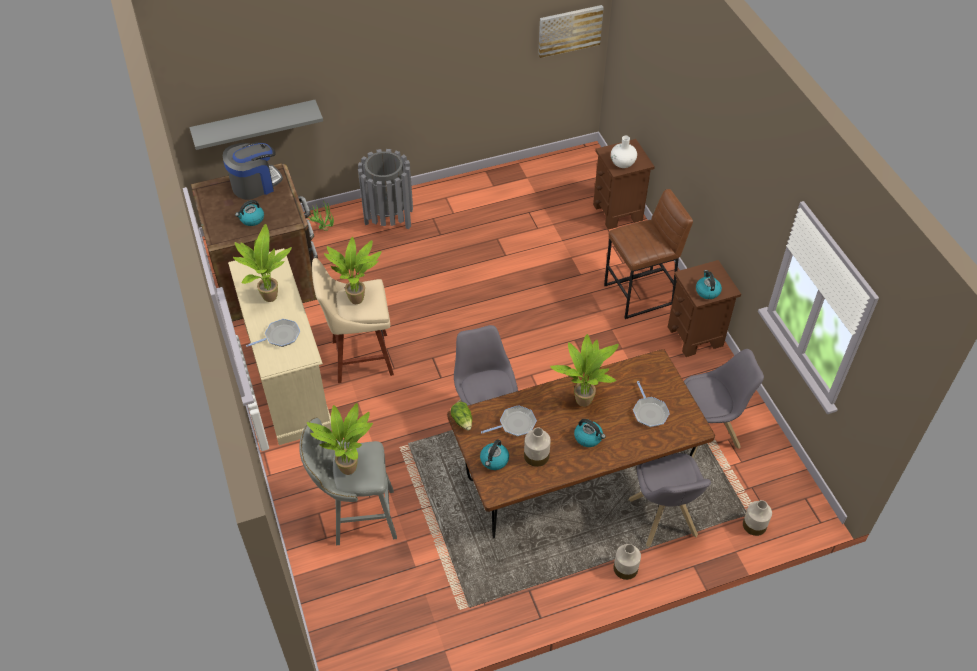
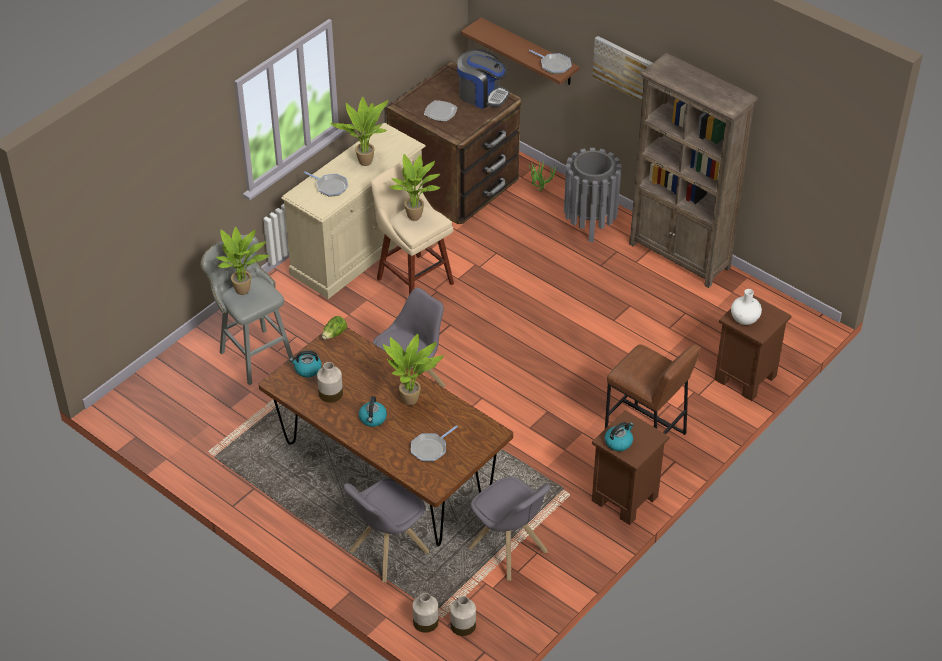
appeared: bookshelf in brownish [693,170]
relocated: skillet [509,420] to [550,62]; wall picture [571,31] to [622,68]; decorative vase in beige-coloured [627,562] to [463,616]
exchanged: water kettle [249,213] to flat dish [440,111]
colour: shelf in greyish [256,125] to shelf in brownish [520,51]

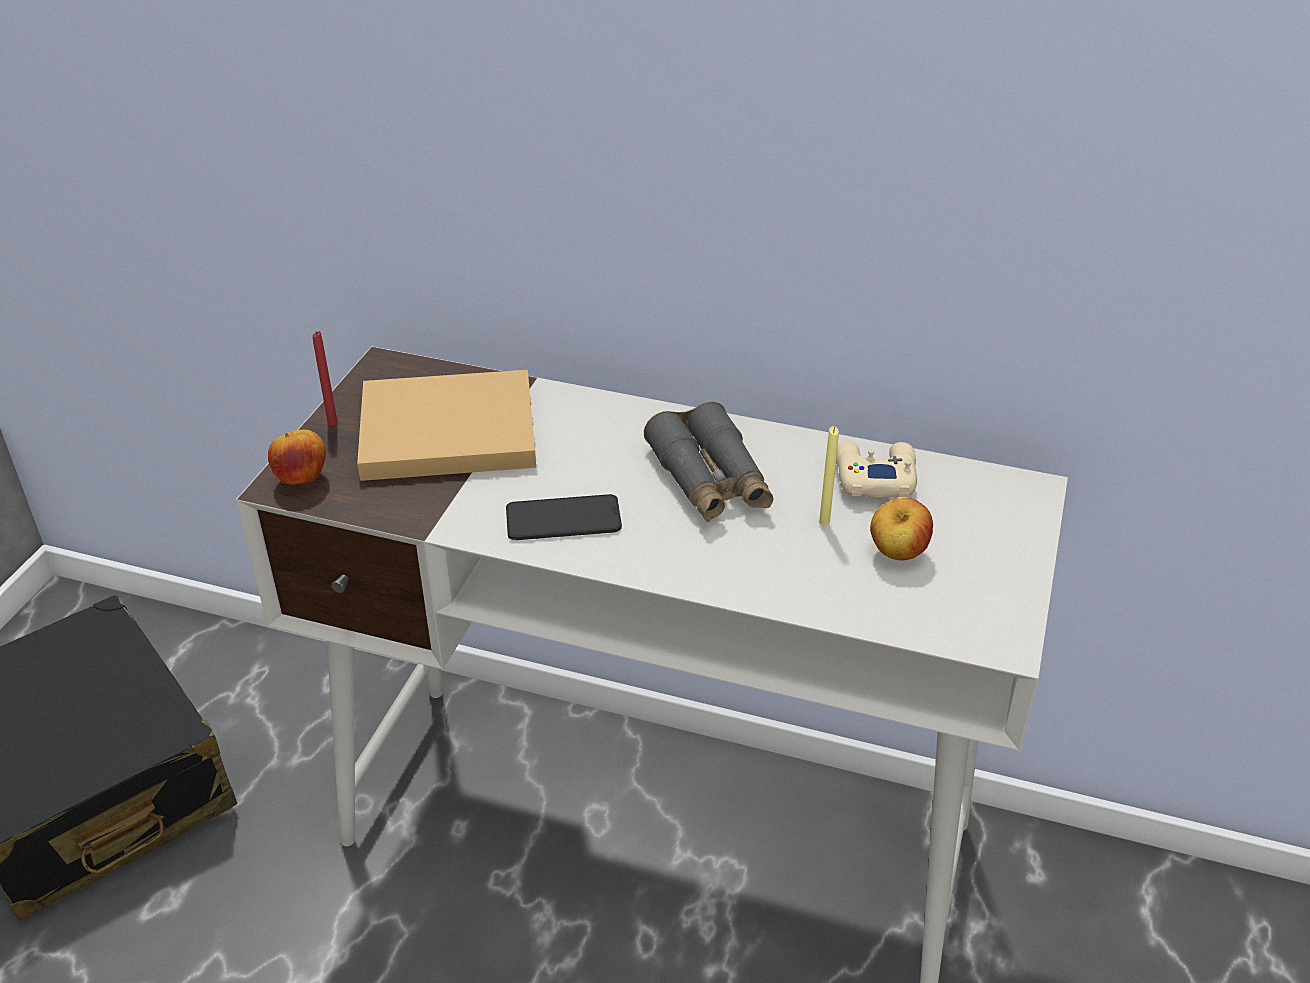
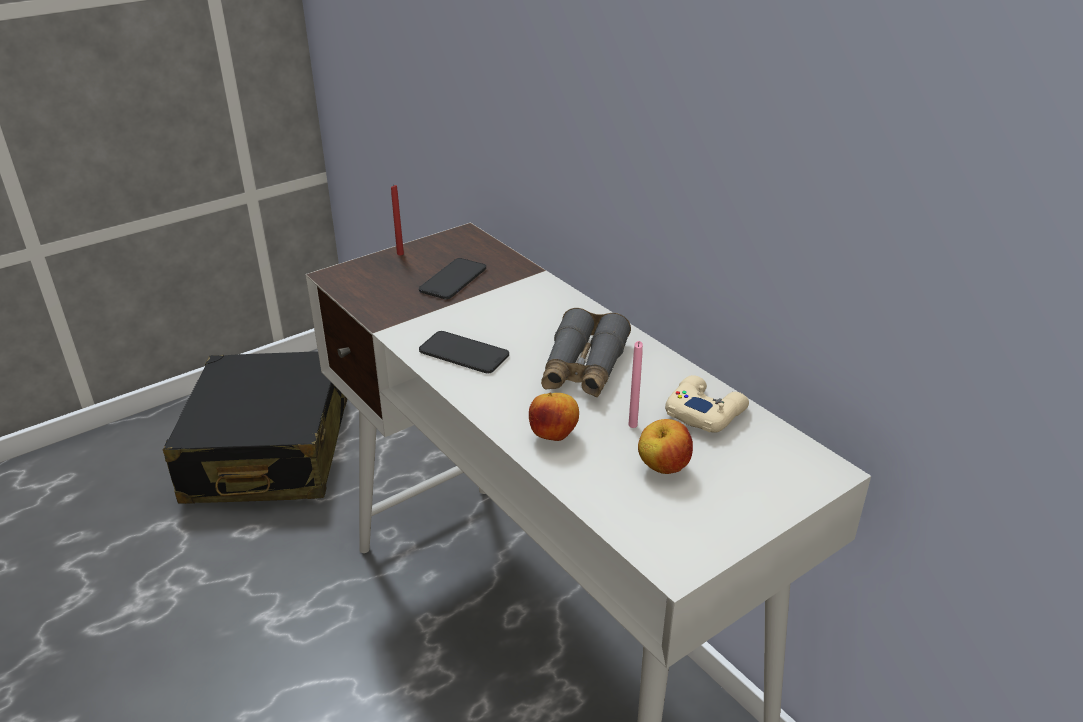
relocated: apple fruit [297,457] to [554,416]
exchanged: volume in beige-coloured [446,425] to handset [452,278]
colour: wax light in yellowish [829,476] to wax light in pinkish [636,384]

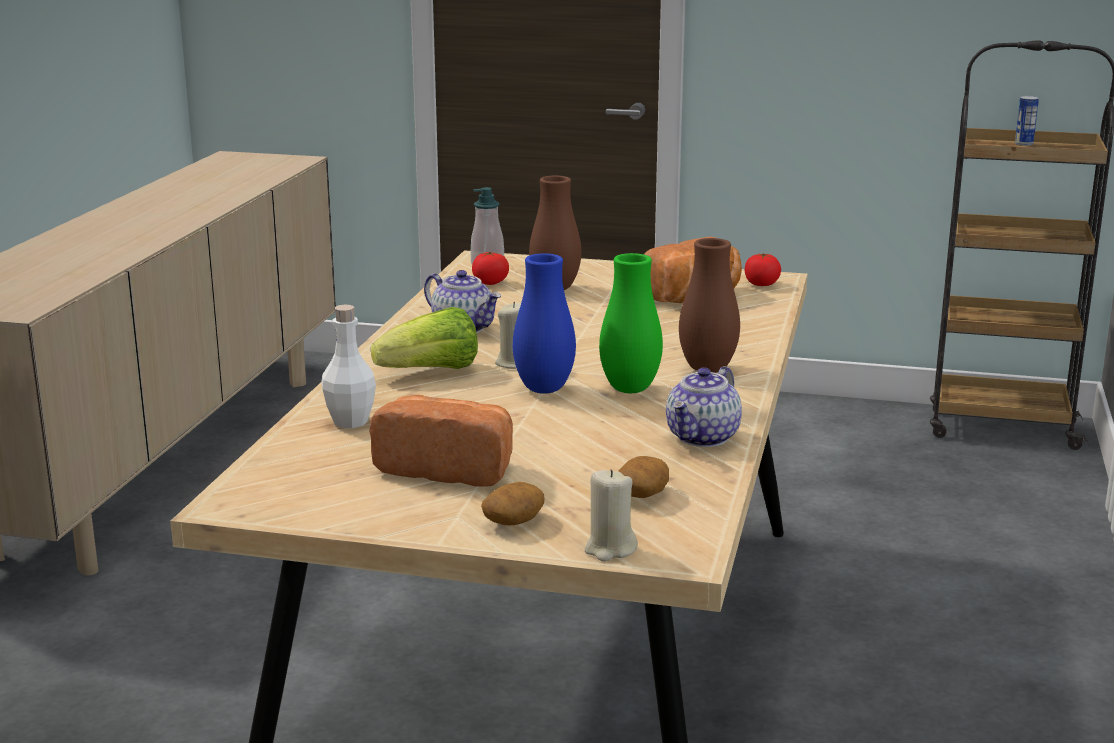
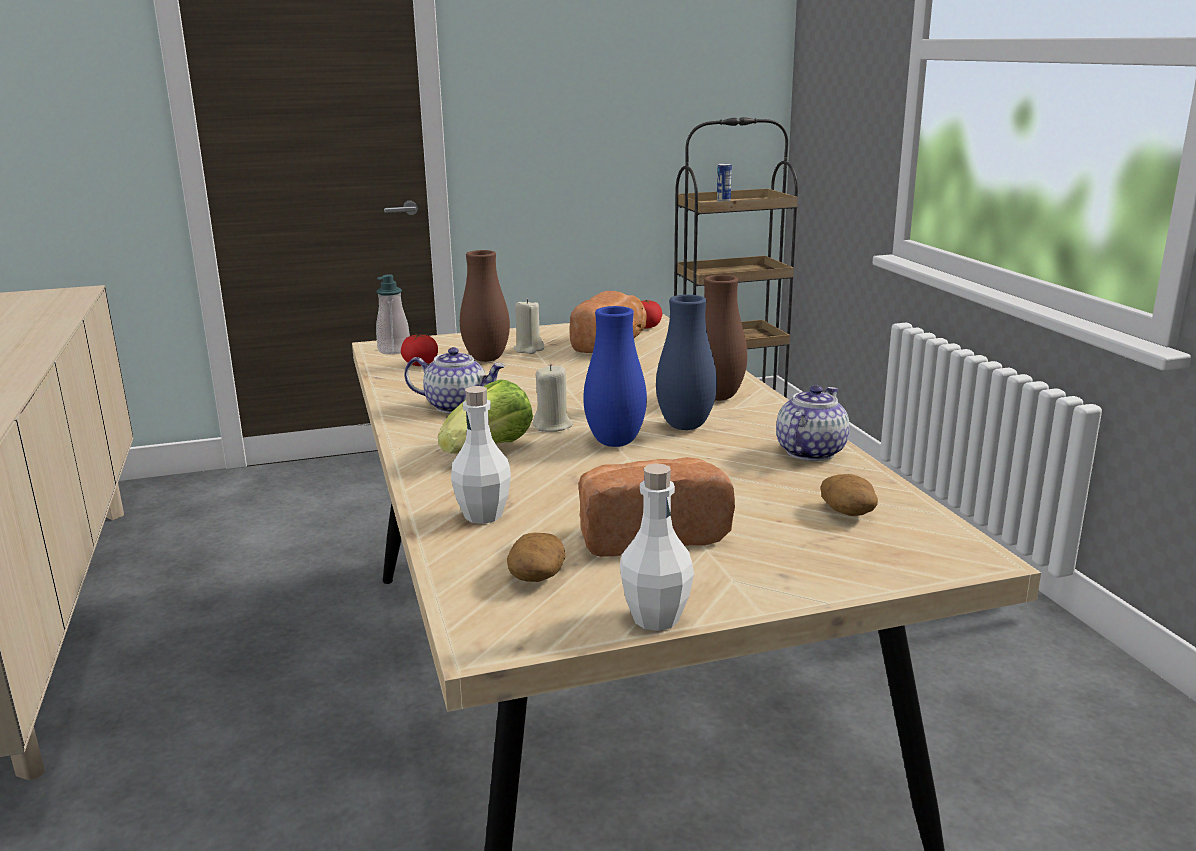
appeared: beverage bottle in white [657,547]
relocated: whole potato [512,504] to [536,557]; wax light in beige-coloured [611,515] to [529,326]
colour: decorative vase in green-coloured [631,323] to decorative vase in blue-coloured [686,362]
spun: pot for tea [704,406] = [813,423] 150 degrees counterclockwise

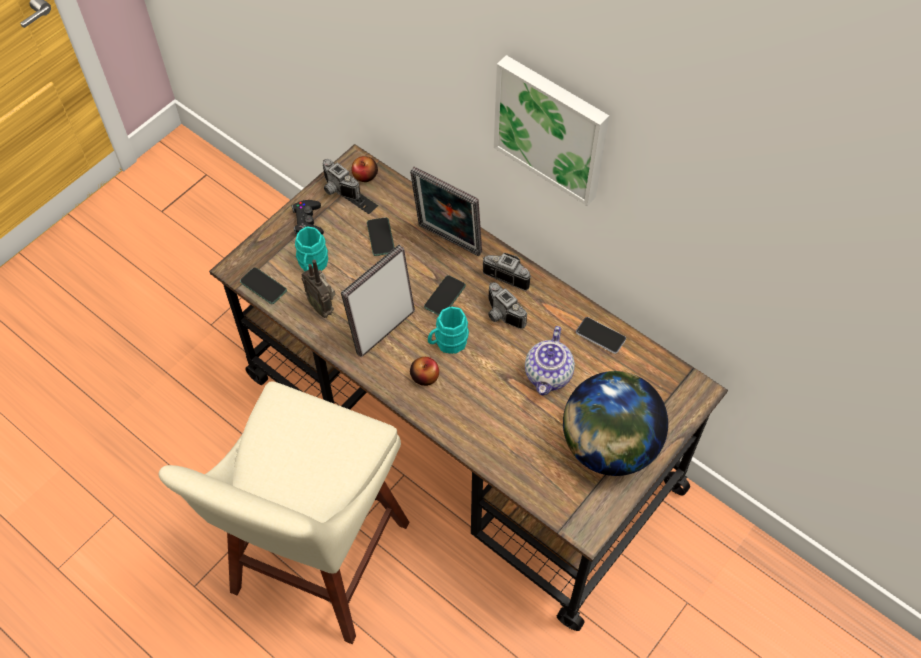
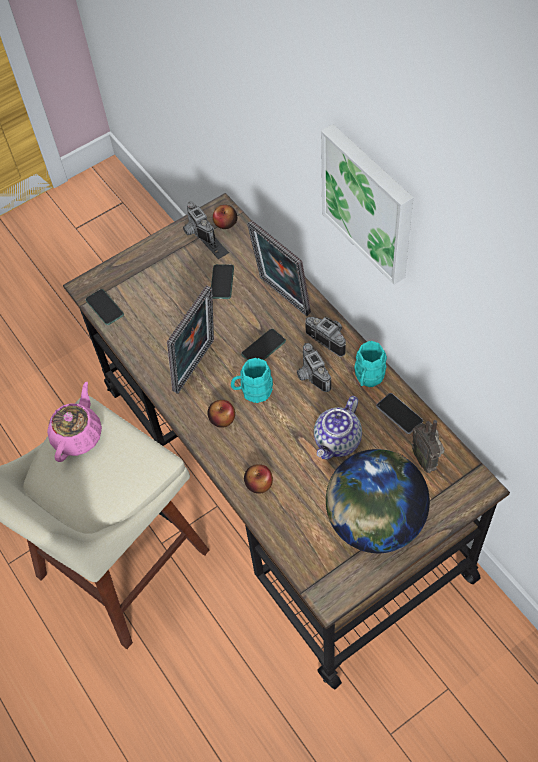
missing: joypad in blackish [308,217]
appeared: pot for tea in pinkish [74,422]; apple fruit [258,479]
relocated: tea mug in blue-green [311,249] to [370,364]; radio set [319,289] to [428,446]
spun: photo frame [378,301] = [190,339] 150 degrees clockwise

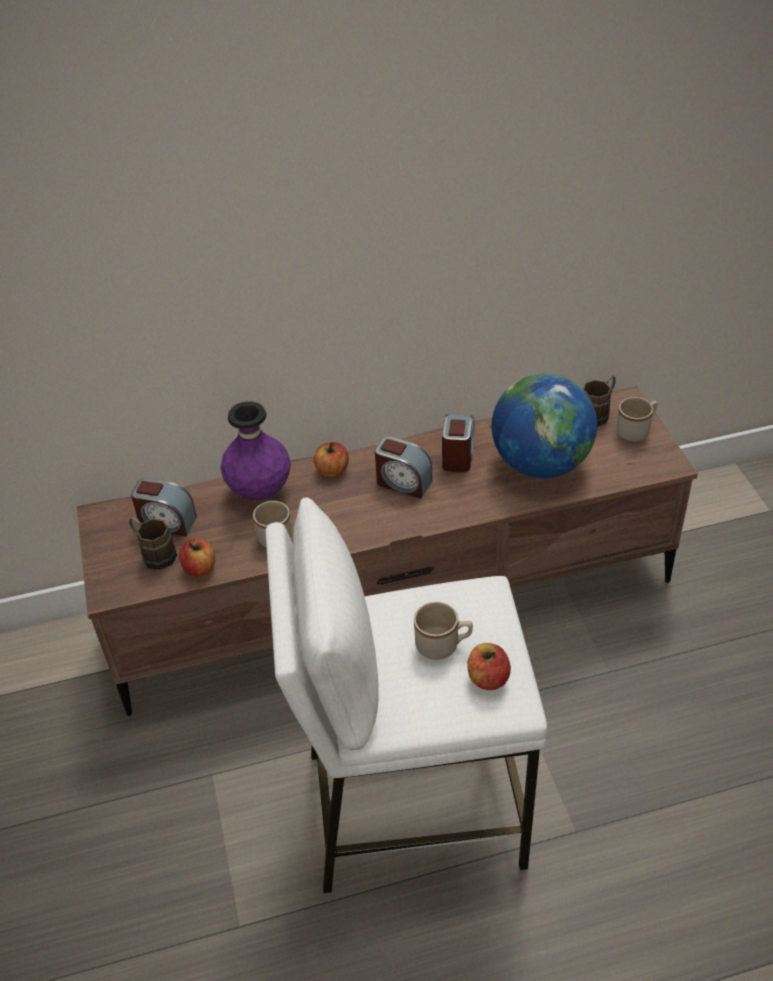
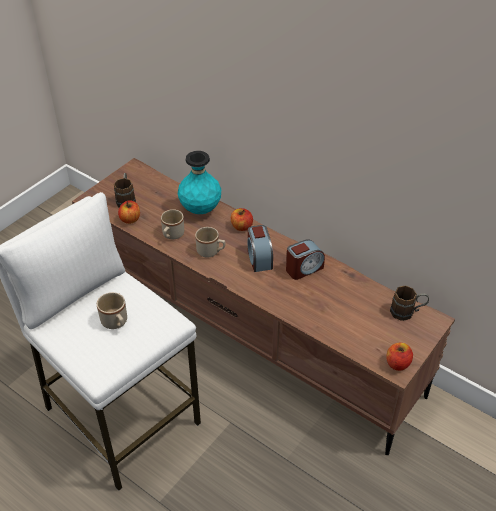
missing: alarm clock [164,507]; globe [544,425]
relocated: apple fruit [489,666] to [399,357]; tea mug in beige-coloured [637,419] to [210,242]
colour: decorative vase in purple [255,450] to decorative vase in blue-green [199,182]

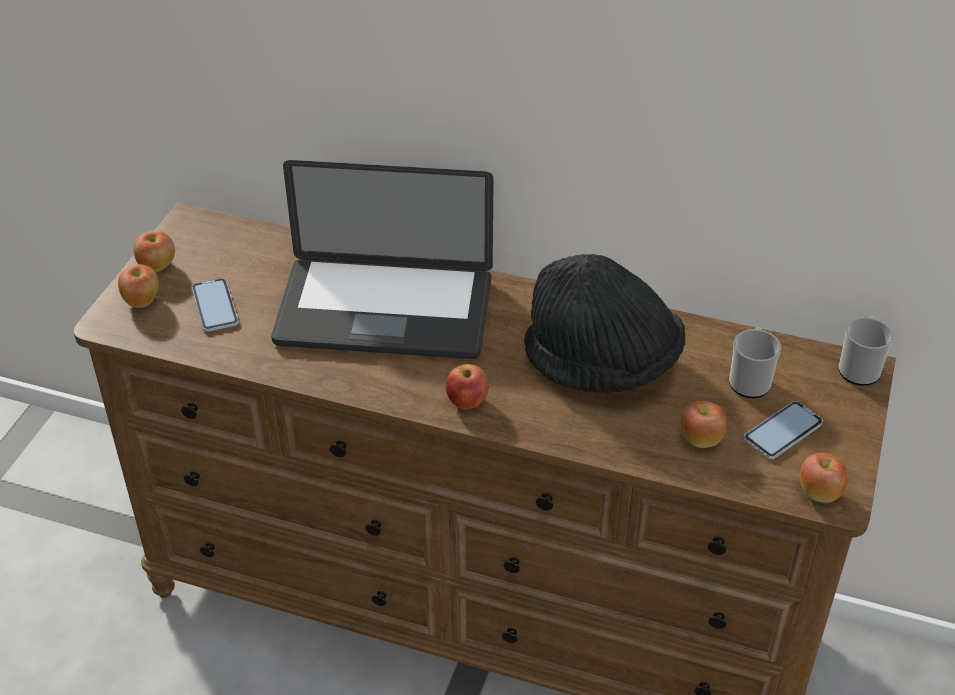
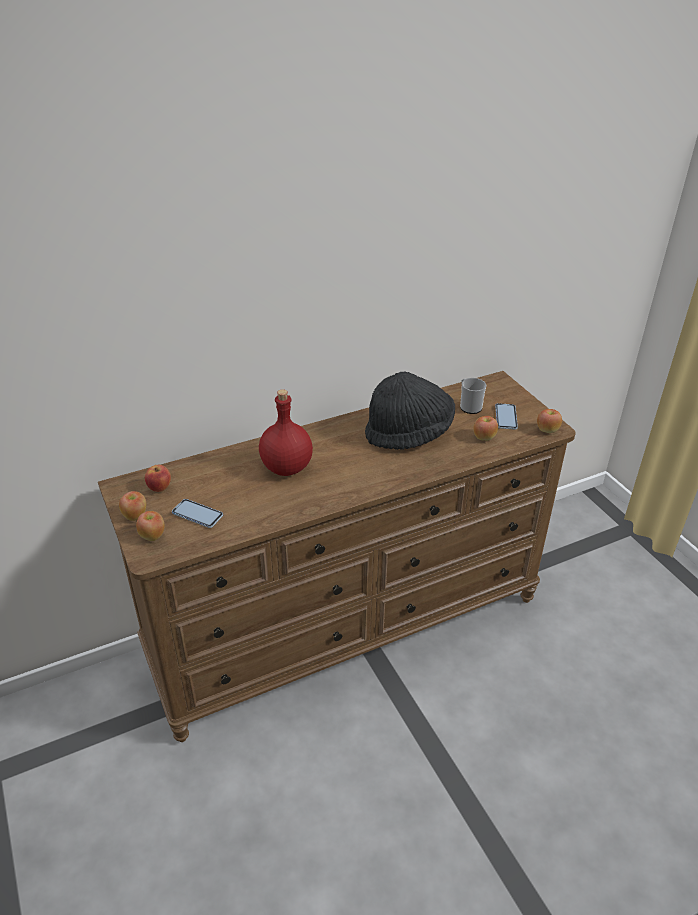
missing: tea mug [866,351]
relocated: apple fruit [467,386] to [158,478]
exchanged: laptop [382,259] to beverage bottle in red-coloured [286,432]

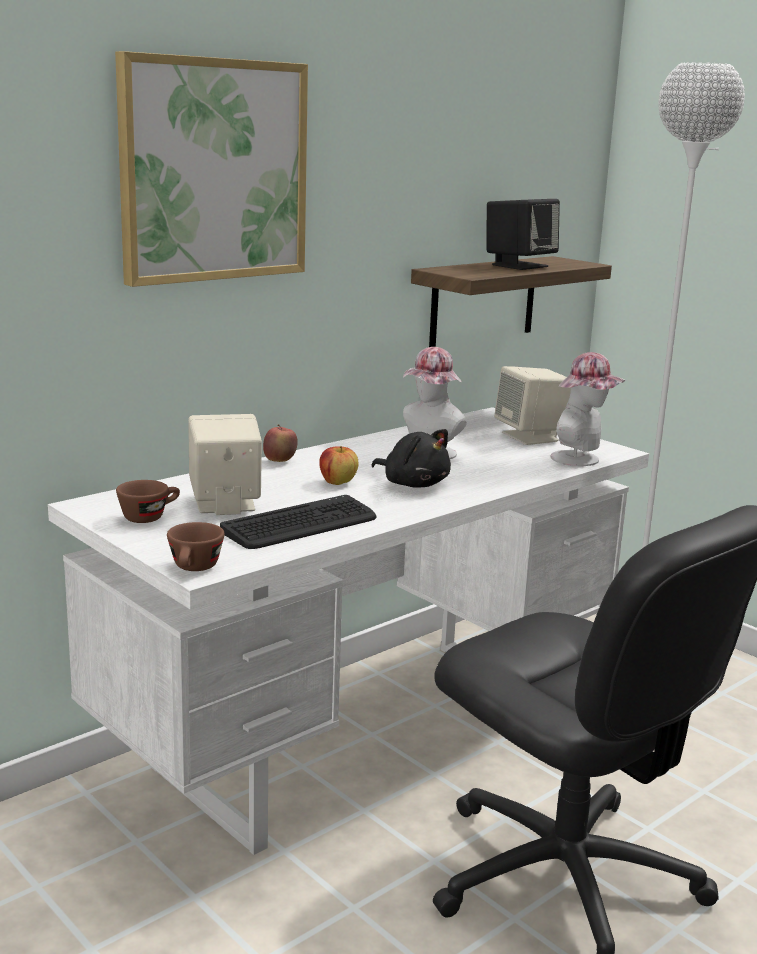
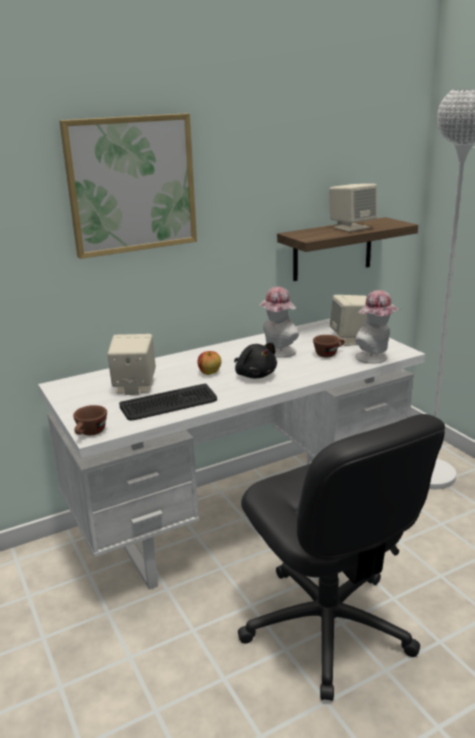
missing: apple fruit [280,443]
relocated: drinking cup in brownish [148,501] to [329,346]
colour: speaker in blackish [523,234] to speaker in beige-coloured [353,208]

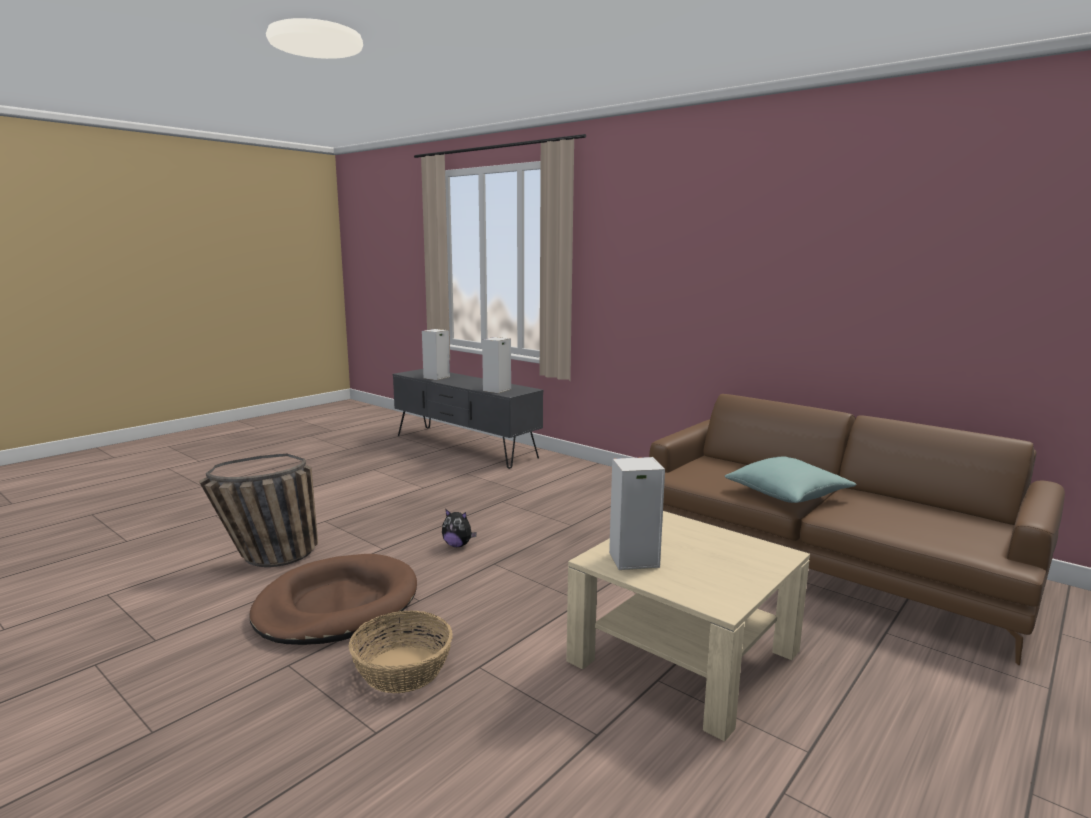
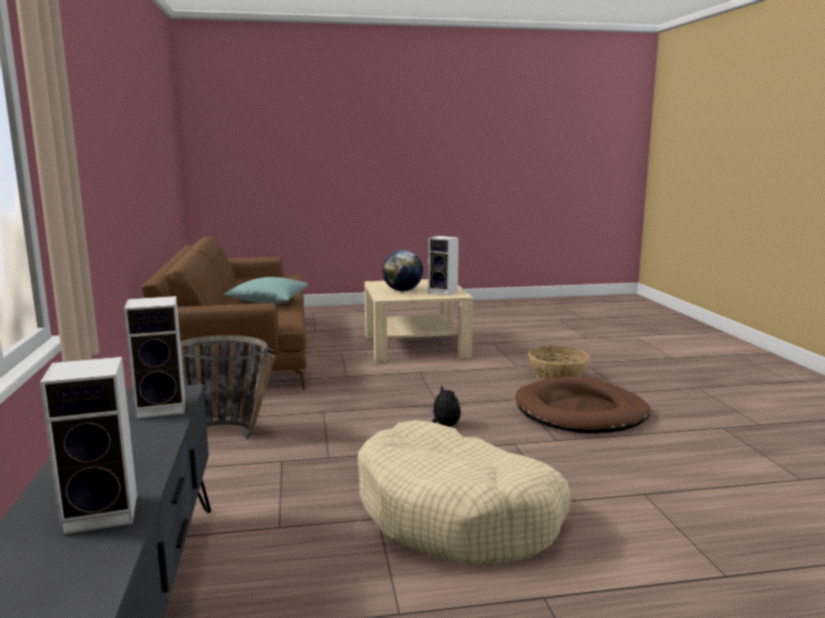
appeared: dog bed in beige-coloured [464,492]; globe [402,270]
relocated: household basket [258,510] to [228,387]

